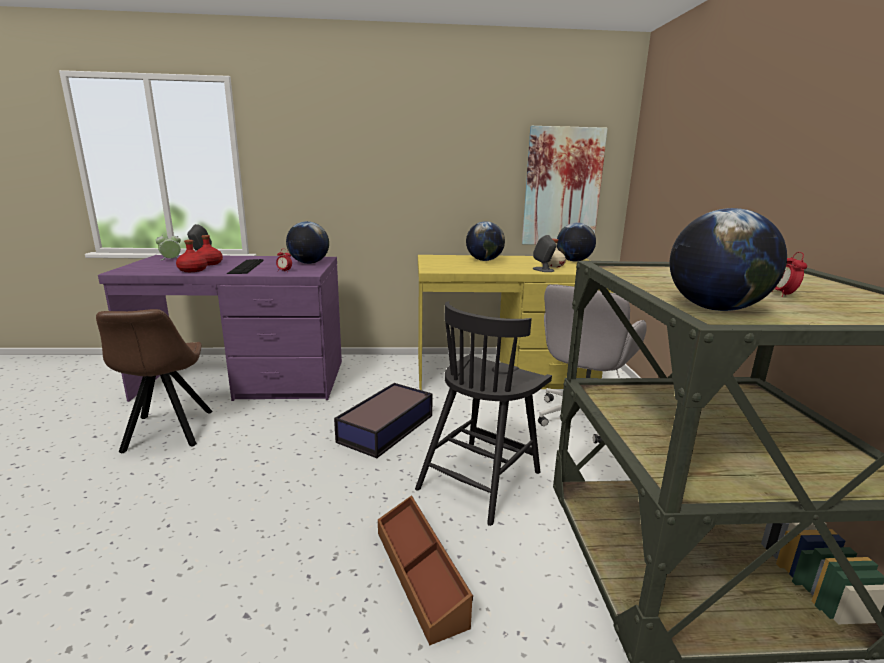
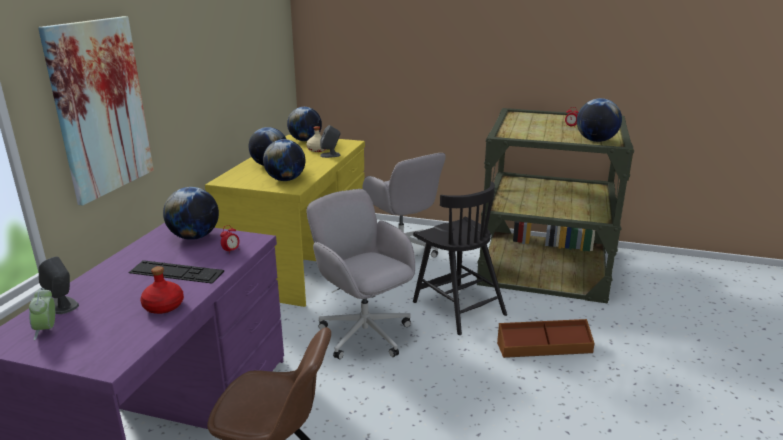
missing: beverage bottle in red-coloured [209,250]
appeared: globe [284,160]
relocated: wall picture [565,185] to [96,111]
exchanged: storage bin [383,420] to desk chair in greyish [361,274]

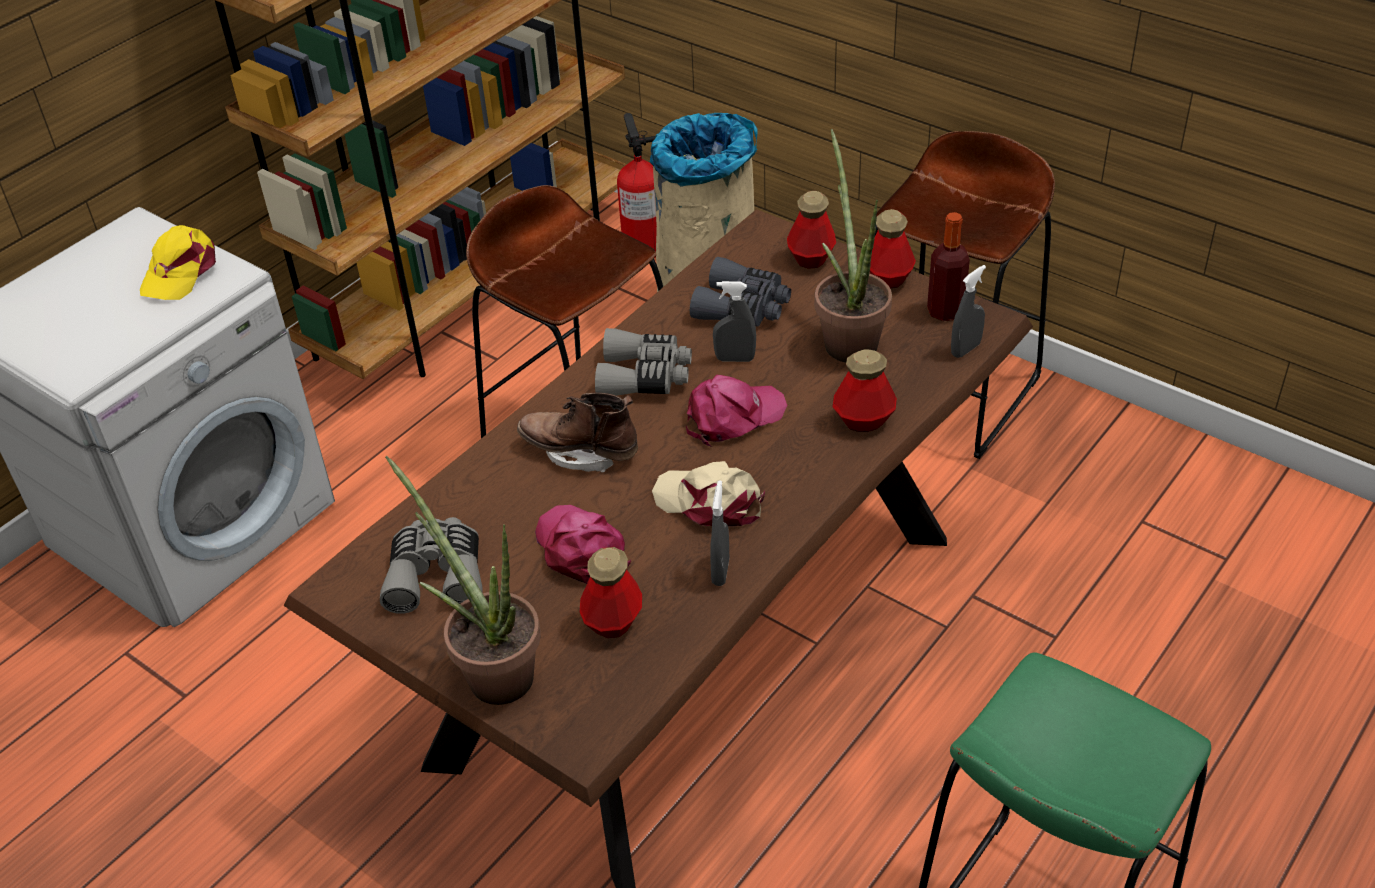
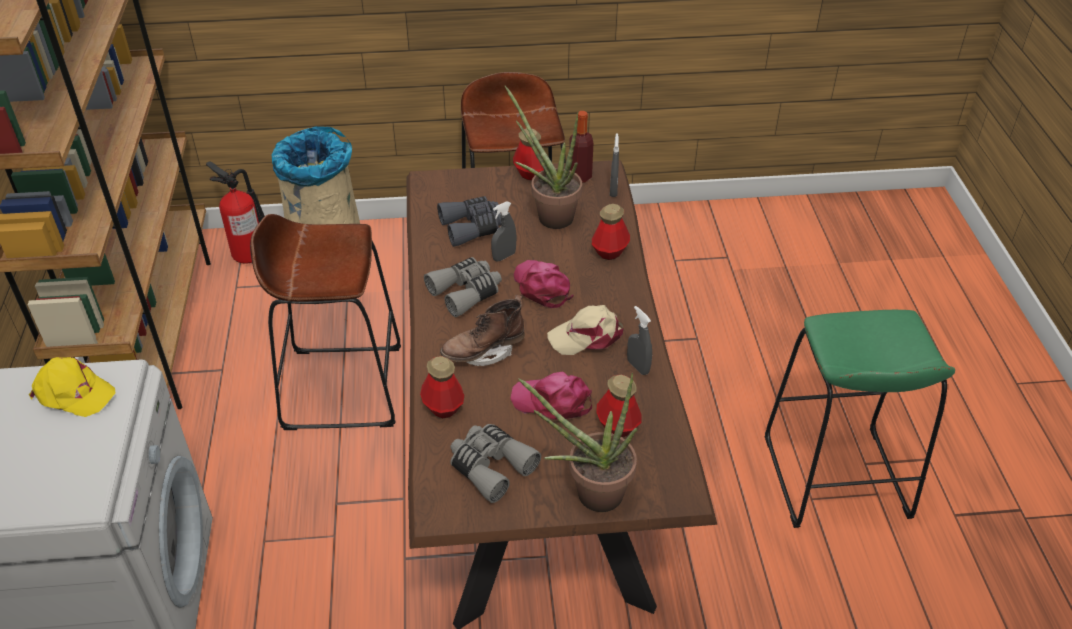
relocated: beverage bottle [811,230] to [442,387]
spun: baseball cap in yellowish [178,262] = [72,387] 45 degrees counterclockwise; baseball cap in pinkish [736,411] = [543,284] 45 degrees counterclockwise

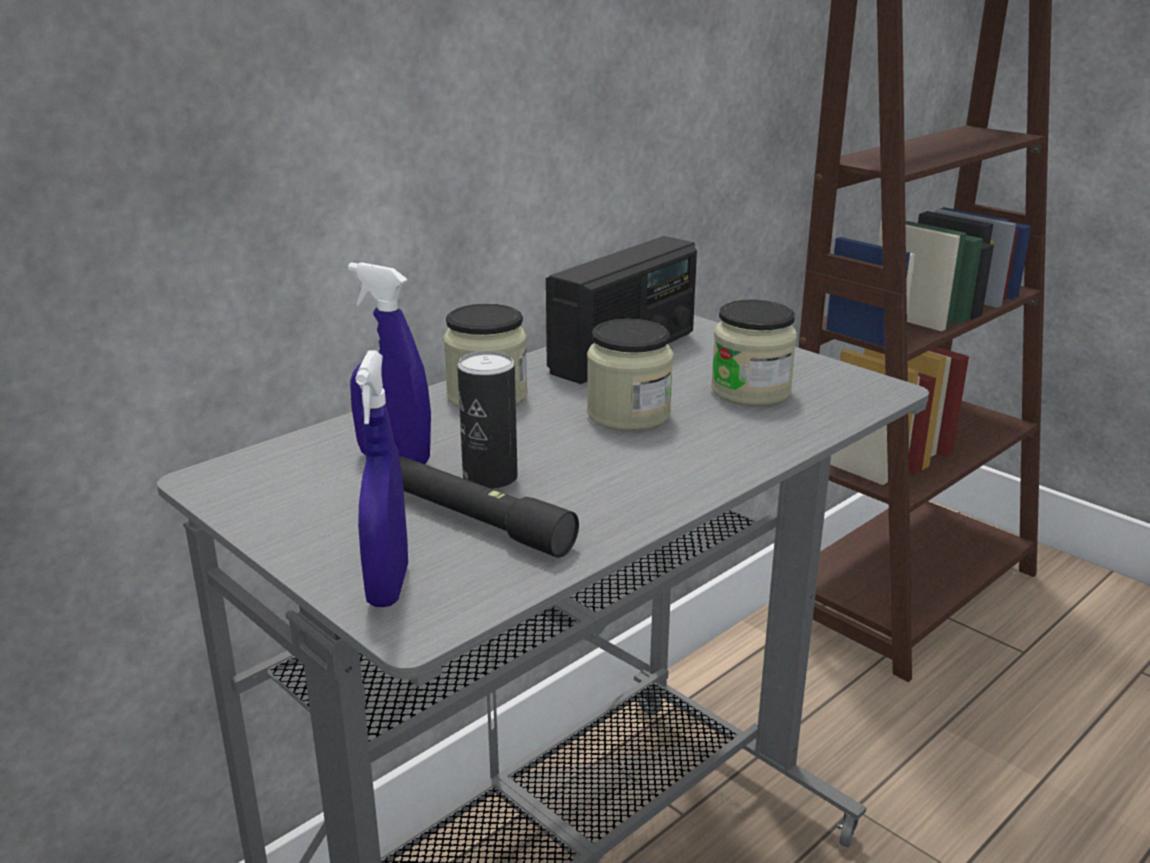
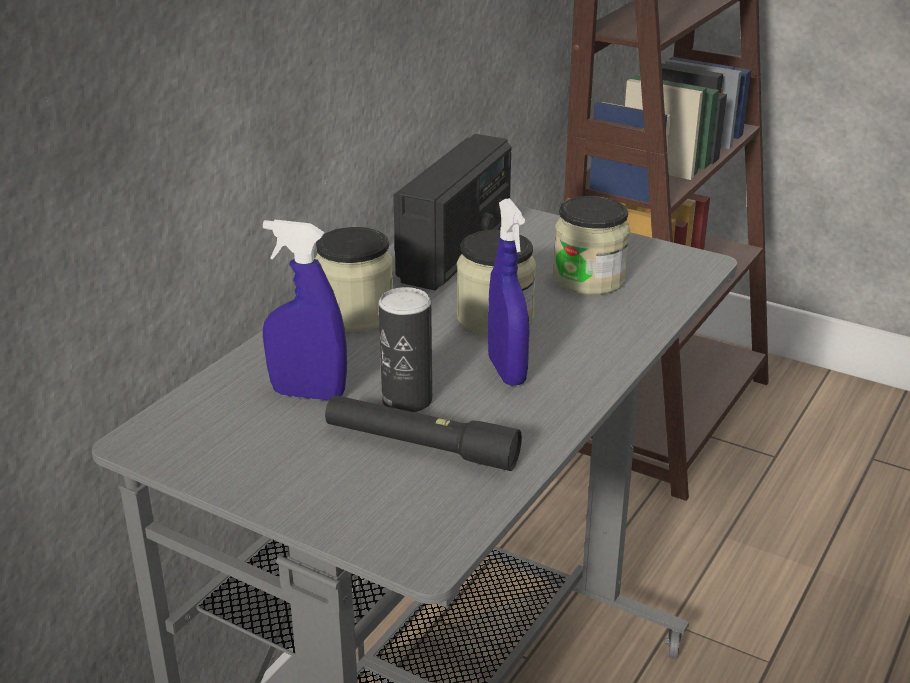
relocated: sprayer in blue-coloured [382,478] to [508,292]

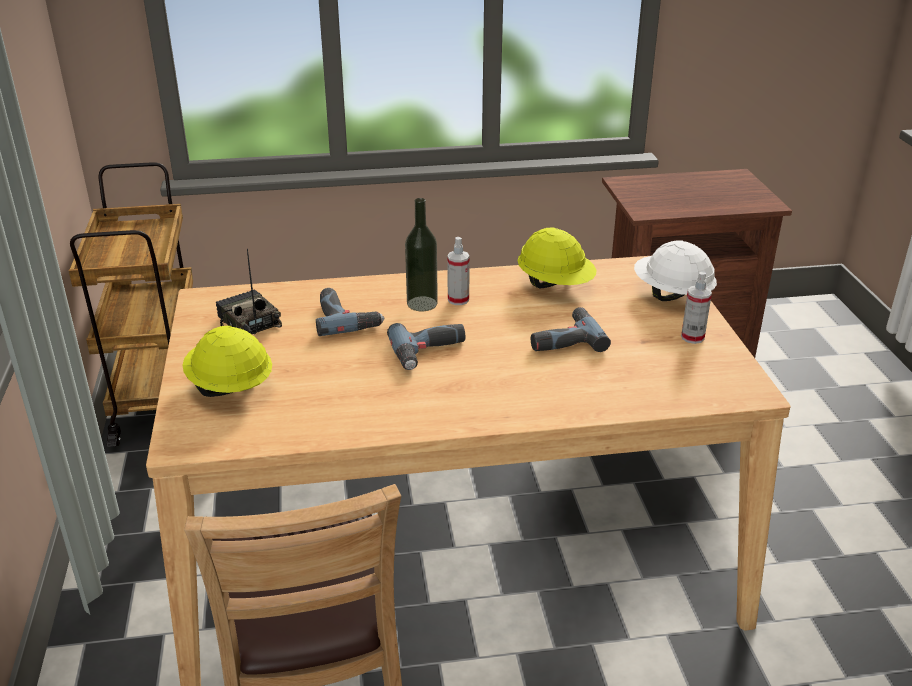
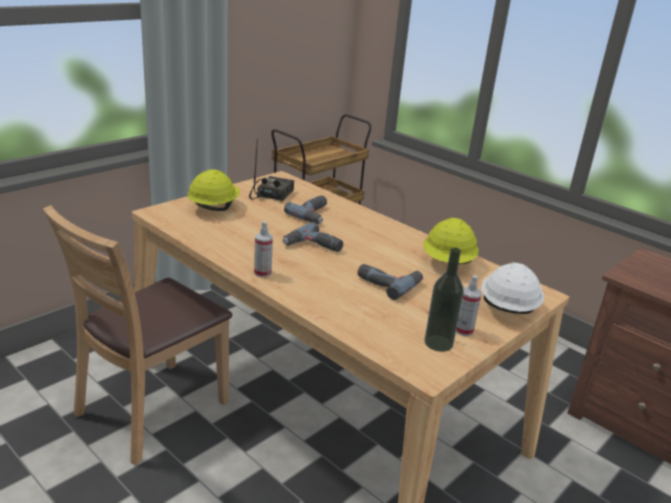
relocated: beverage bottle [421,254] to [444,300]; sprayer [458,271] to [263,249]

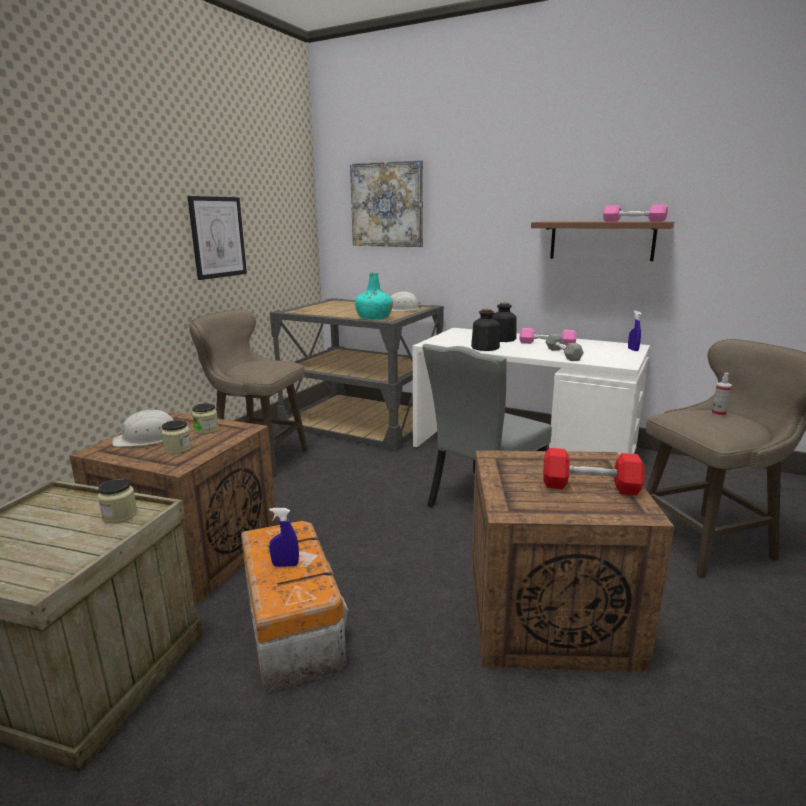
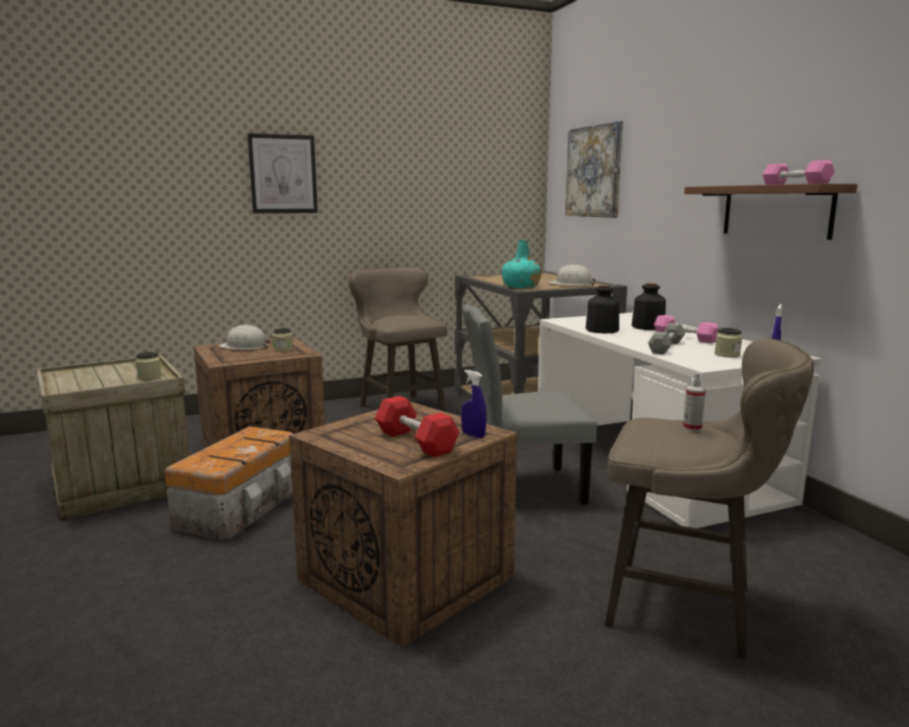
relocated: preserve jar [176,437] to [728,343]; wall picture [217,238] to [282,173]; sprayer in blue-coloured [284,537] to [474,404]

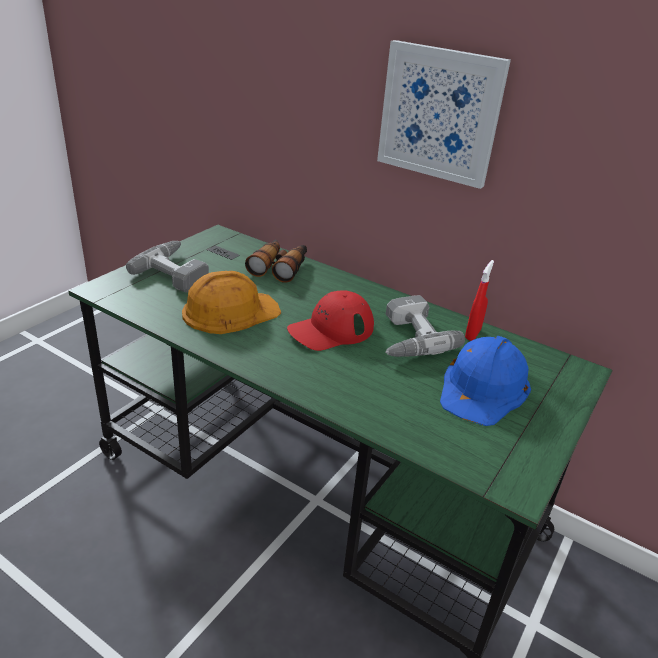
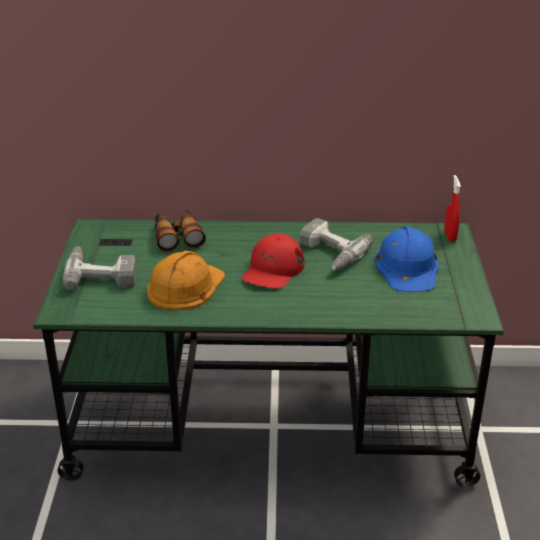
missing: wall picture [444,114]
relocated: sprayer in red-coloured [479,300] to [452,208]

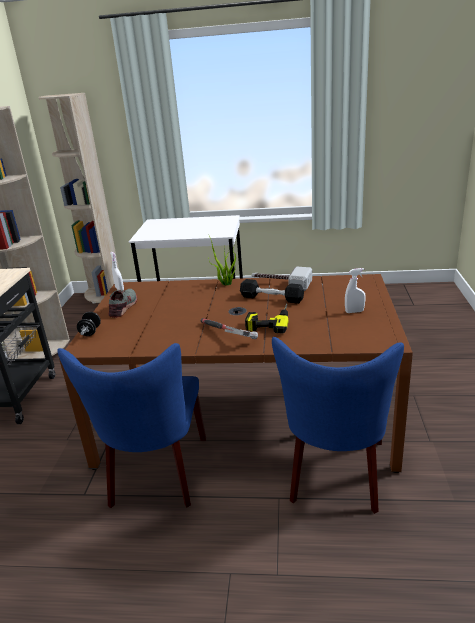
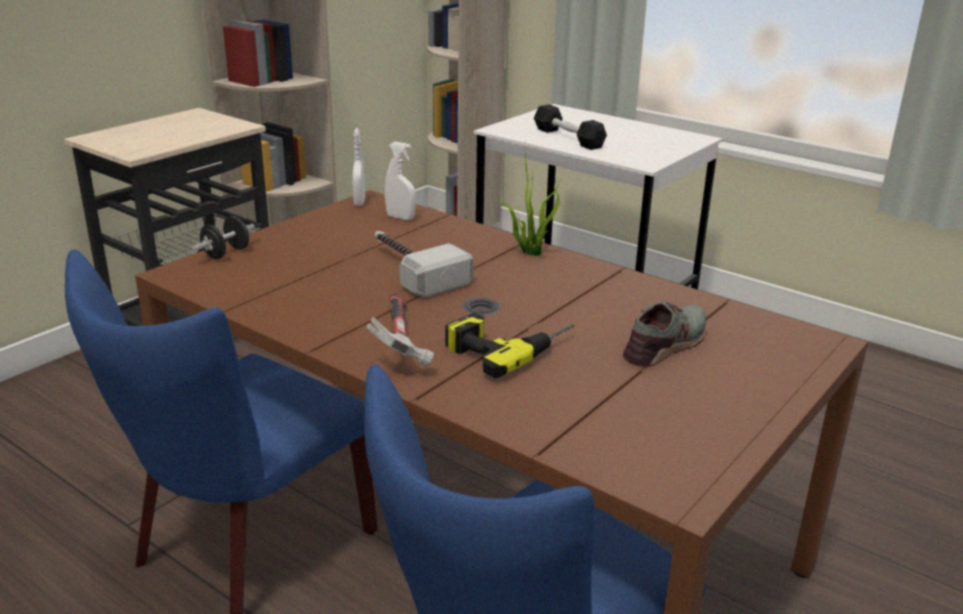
relocated: item of footwear in greyish [123,303] to [665,333]; dumbbell in blackish [272,291] to [570,127]; hammer [282,278] to [423,264]; sprayer in white [355,290] to [400,181]

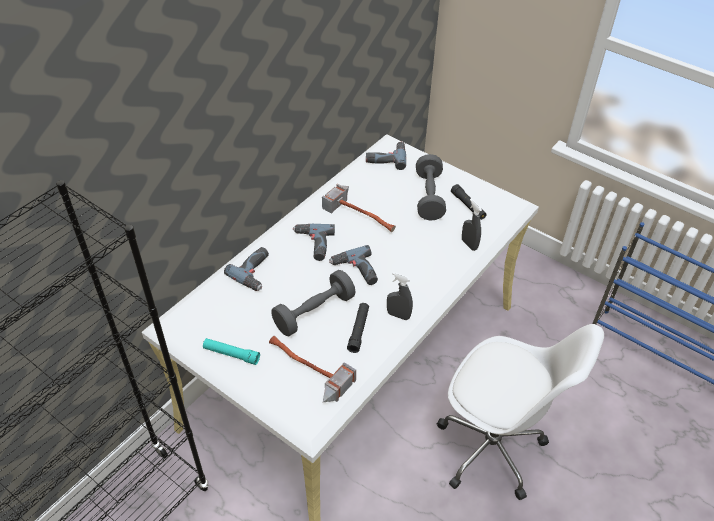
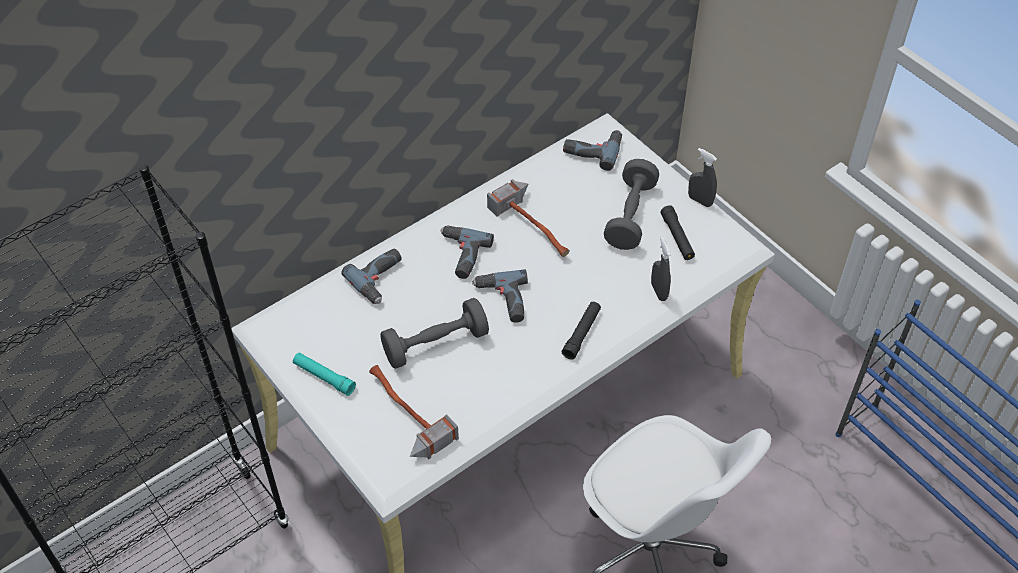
relocated: hand torch in blackish [358,328] to [581,330]; sprayer in greyish [400,296] to [702,177]

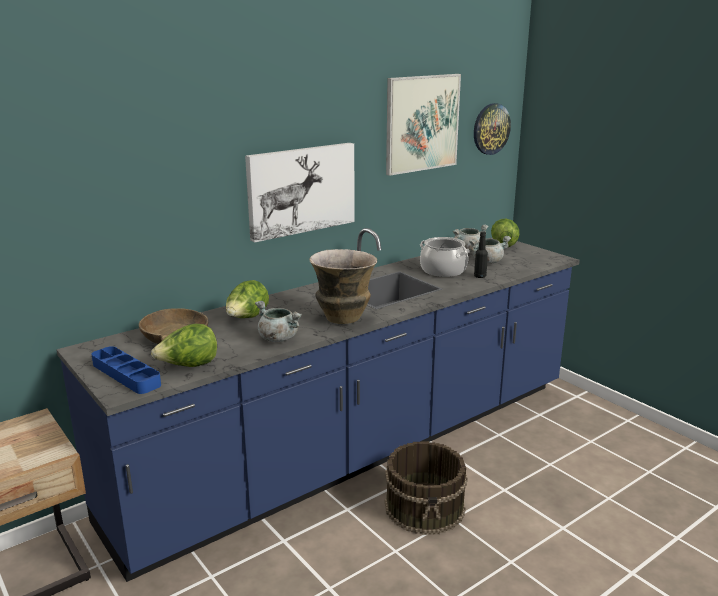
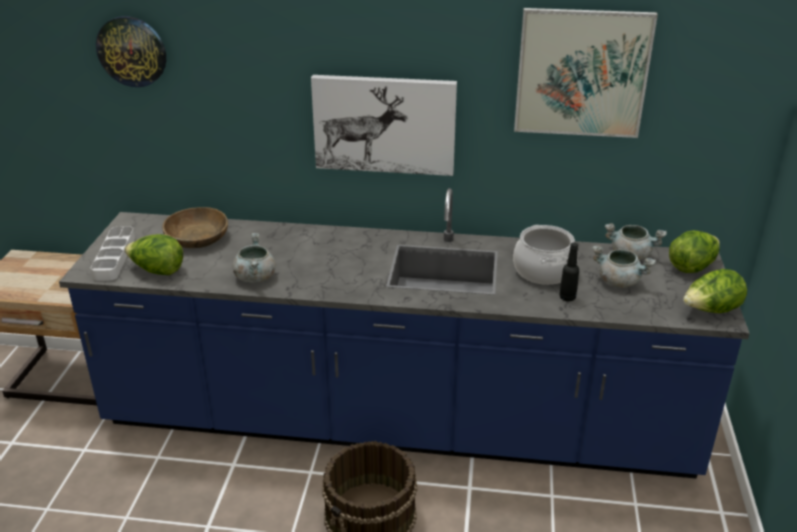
missing: decorative vase [343,286]
relocated: head of lettuce [247,299] to [715,291]; clock on the wall [492,129] to [131,51]
colour: tray in blue-coloured [126,370] to tray in greyish [113,253]

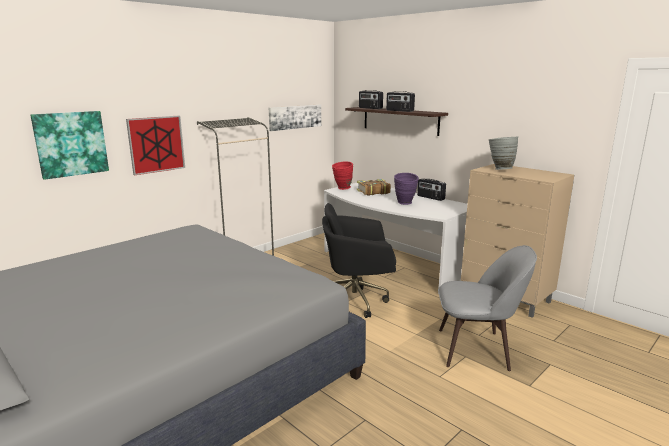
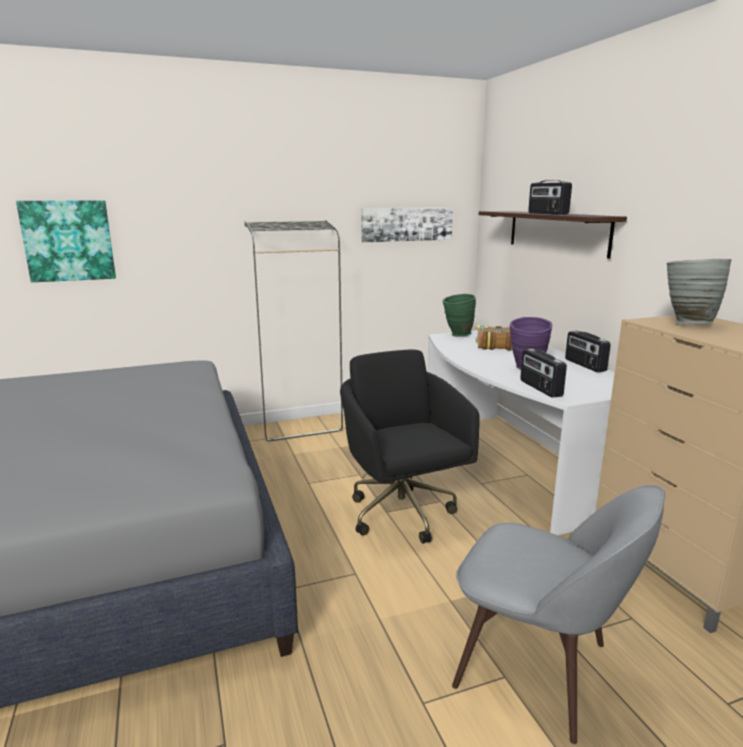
missing: wall picture [155,145]
relocated: radio set [371,99] to [543,373]
colour: decorative vase in red-coloured [342,175] to decorative vase in green-coloured [459,315]
spun: desk chair in blackish [359,260] = [410,447] 45 degrees clockwise

